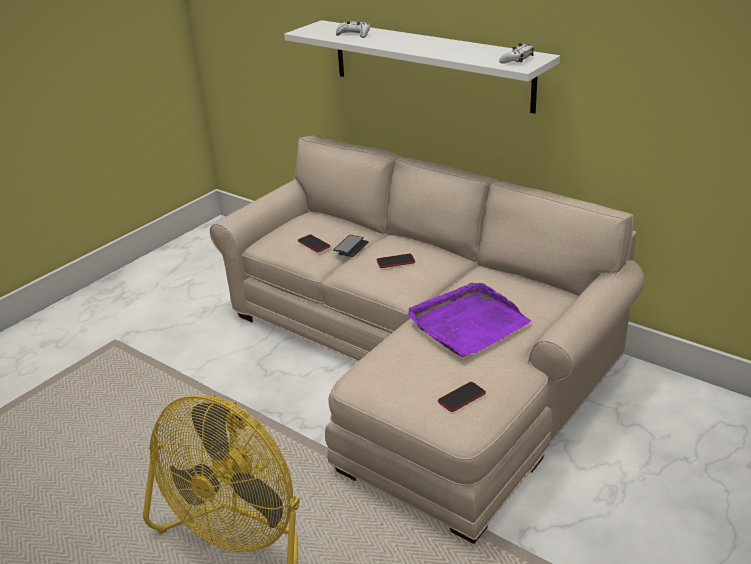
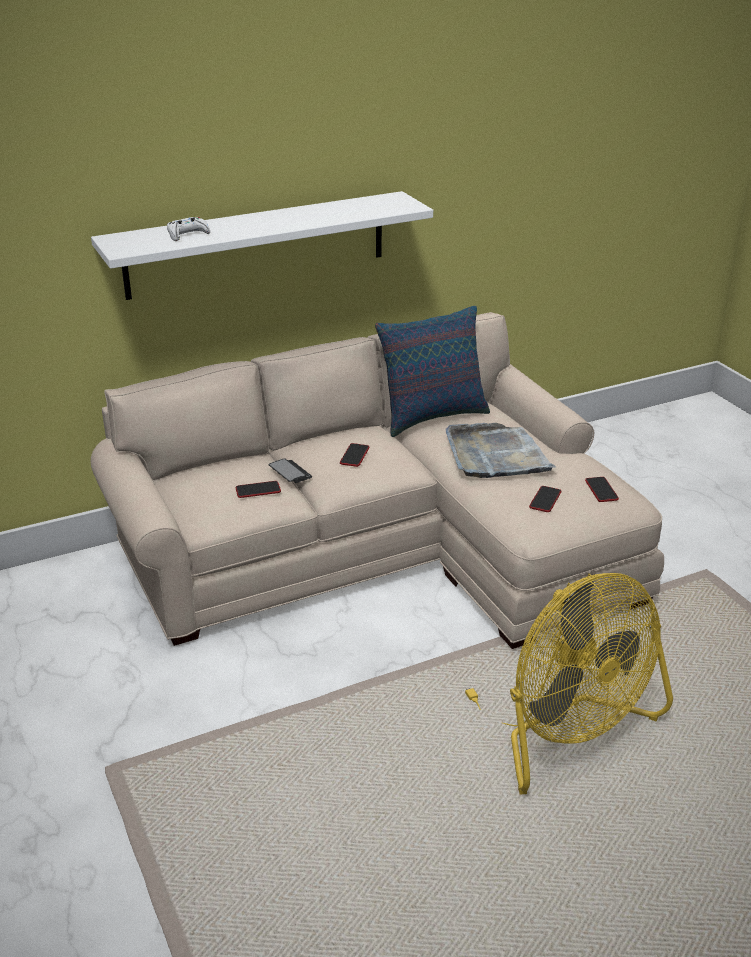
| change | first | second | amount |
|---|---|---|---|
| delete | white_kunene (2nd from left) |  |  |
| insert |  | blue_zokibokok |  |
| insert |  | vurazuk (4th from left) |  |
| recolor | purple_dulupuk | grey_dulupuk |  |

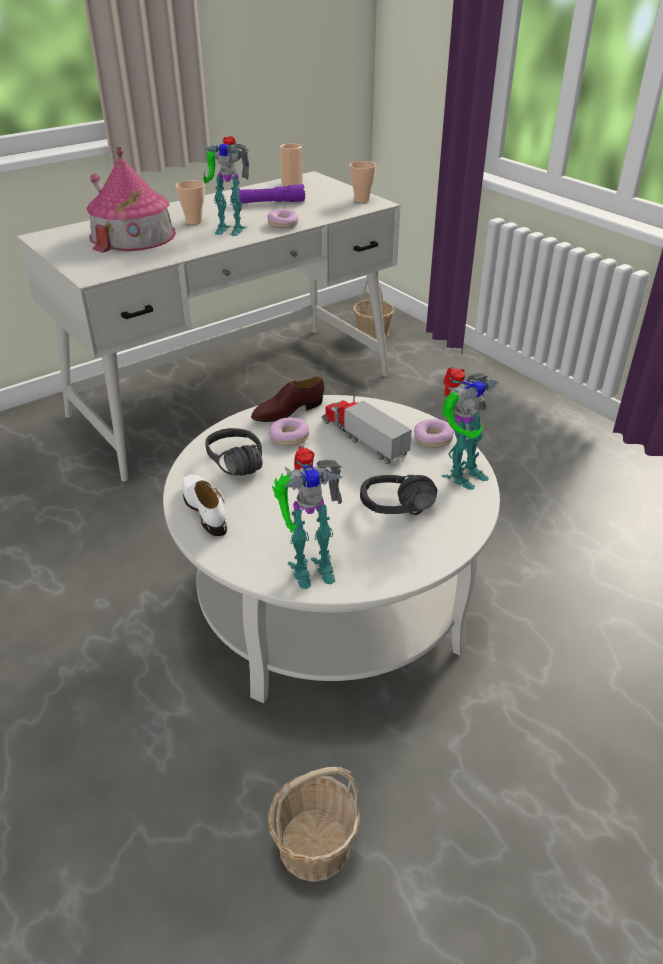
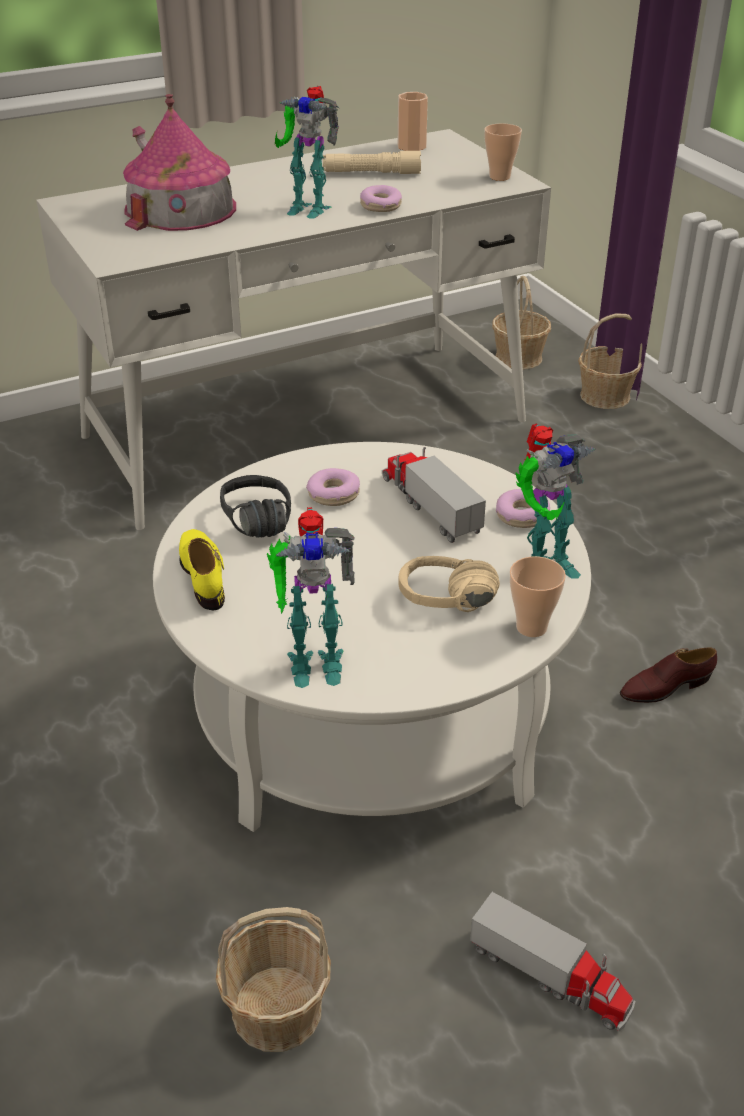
| change | first | second | amount |
|---|---|---|---|
| insert |  | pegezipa (2nd from left) |  |
| insert |  | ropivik (3rd from left) |  |
| move | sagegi (1st from left in the first image) | sagegi (3rd from left) |  |
| move | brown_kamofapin |  |  |
| recolor | white_kamofapin | yellow_kamofapin |  |
| recolor | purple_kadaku | beige_kadaku |  |
| recolor | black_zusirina (2nd from left) | beige_zusirina |  |

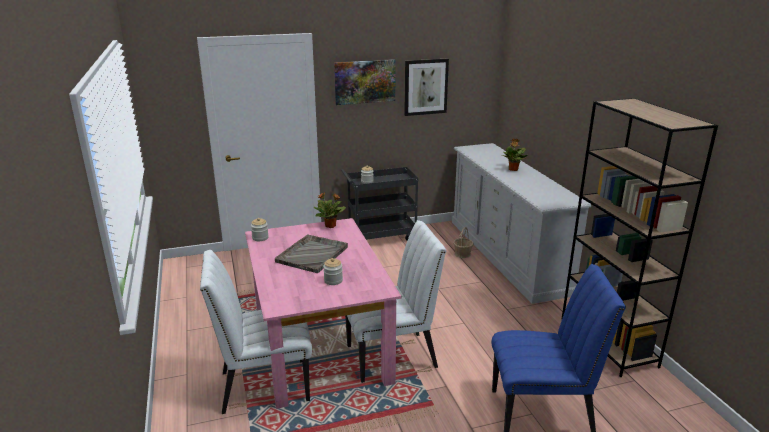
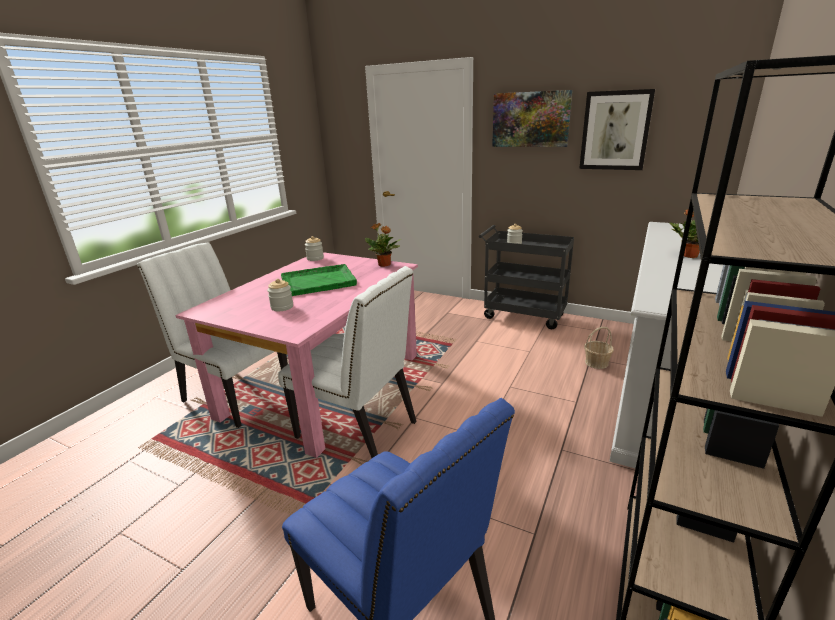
| change | first | second | amount |
|---|---|---|---|
| recolor | grey_dulupuk | green_dulupuk |  |

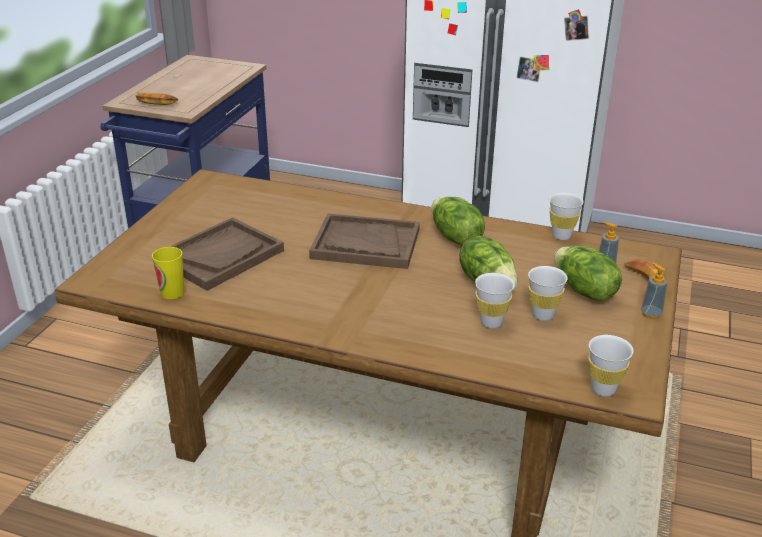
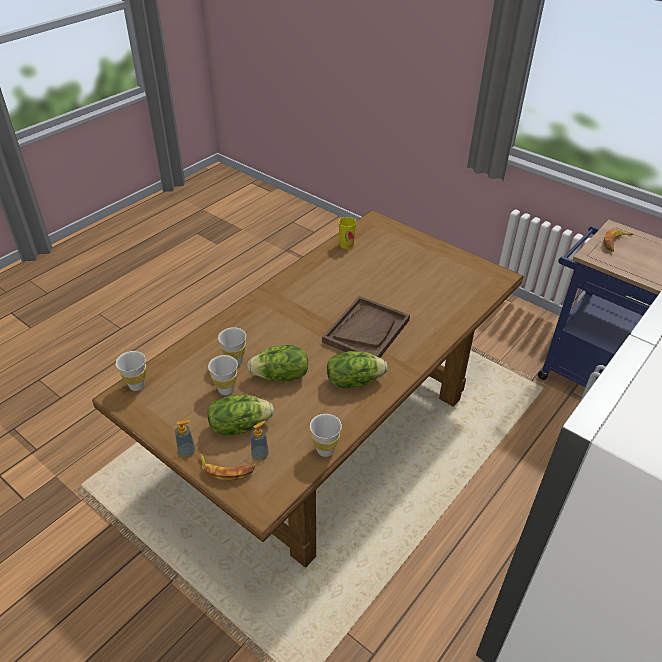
| change | first | second | amount |
|---|---|---|---|
| delete | brown_dulupuk (1st from left) |  |  |

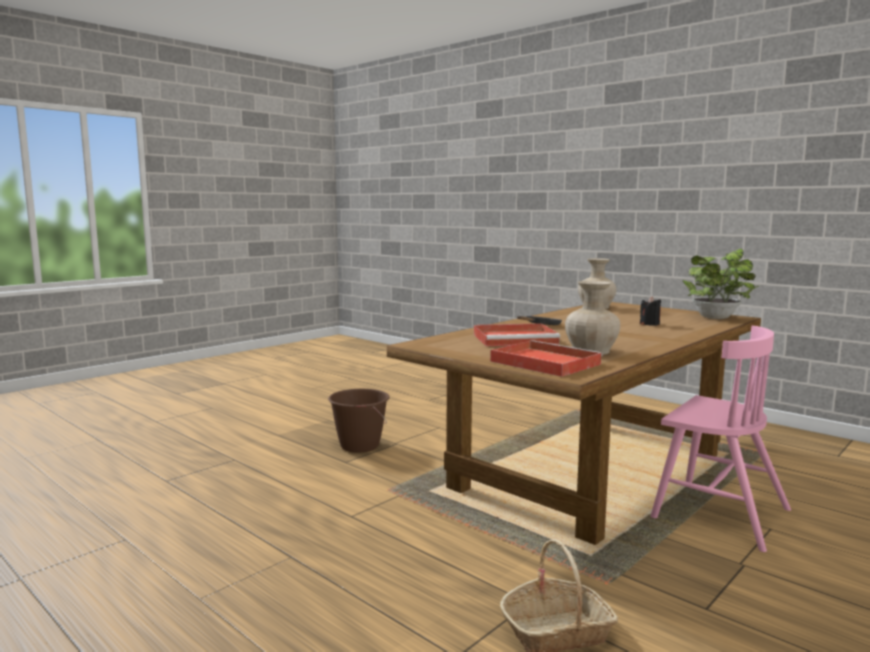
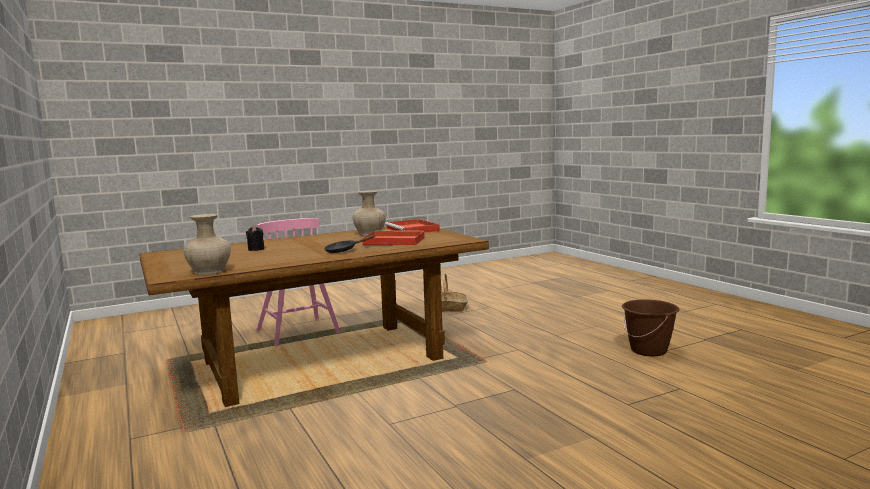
| change | first | second | amount |
|---|---|---|---|
| delete | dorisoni |  |  |
| move | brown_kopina |  |  |

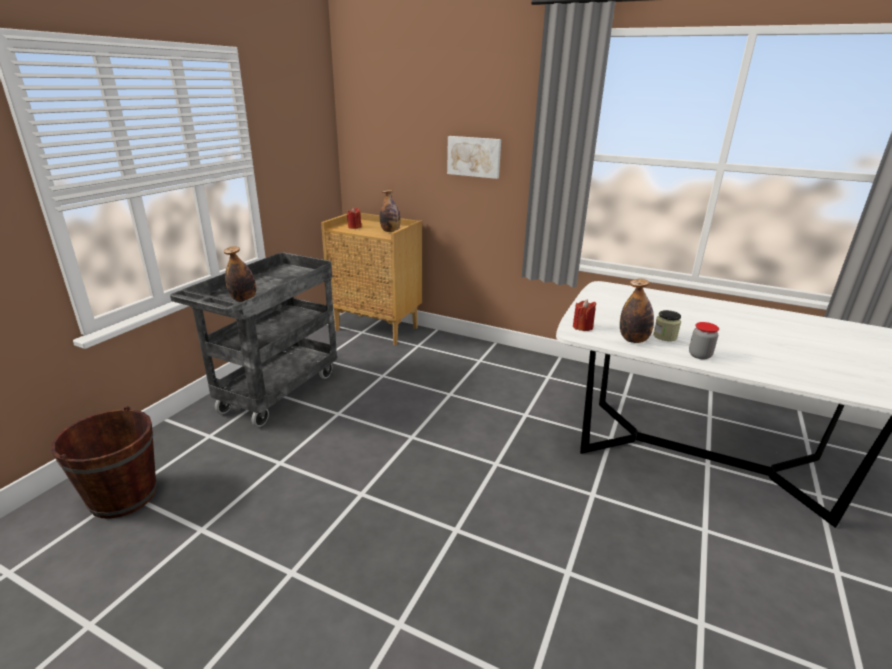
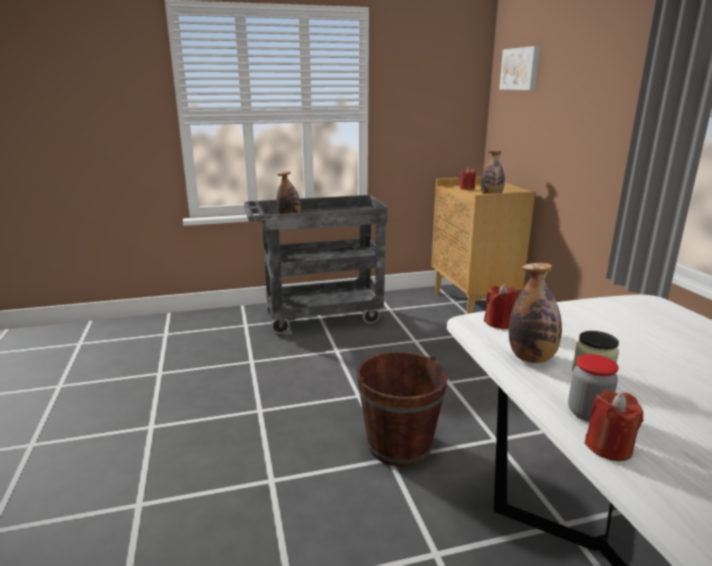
| change | first | second | amount |
|---|---|---|---|
| insert |  | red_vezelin (3rd from left) |  |
| move | brown_kopina |  |  |
| move | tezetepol |  |  |

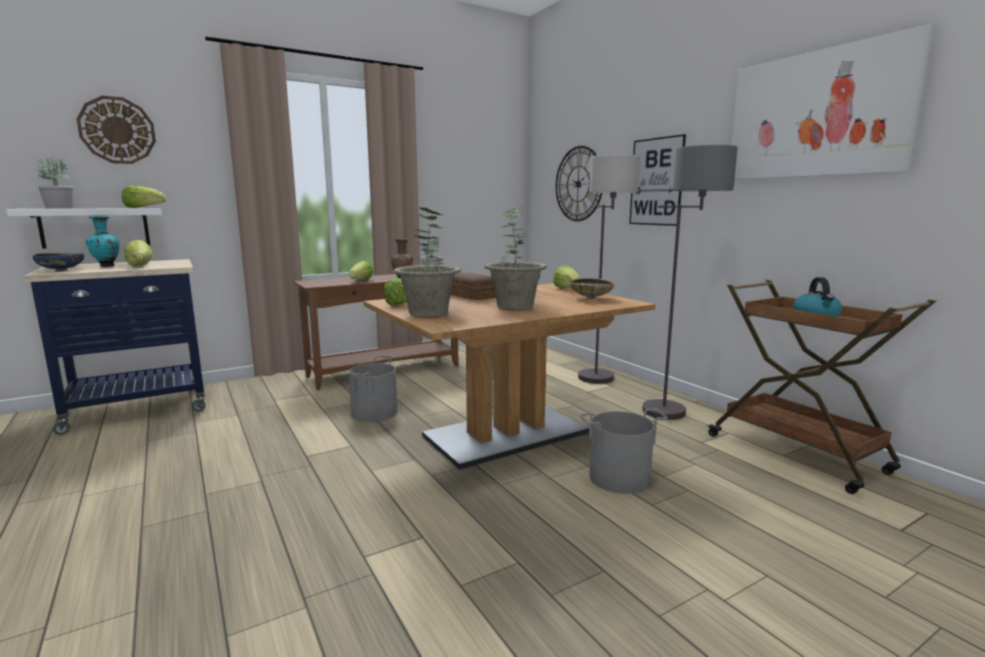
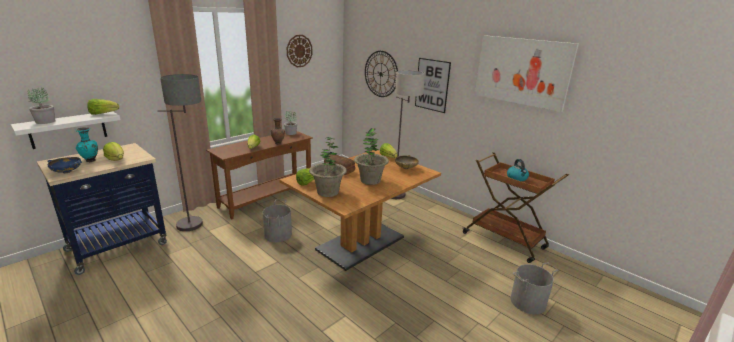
| change | first | second | amount |
|---|---|---|---|
| move | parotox (1st from left) |  |  |
| move | grey_kopina (2nd from left) |  |  |
| move | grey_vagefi (2nd from left in the first image) | grey_vagefi (1st from left) |  |

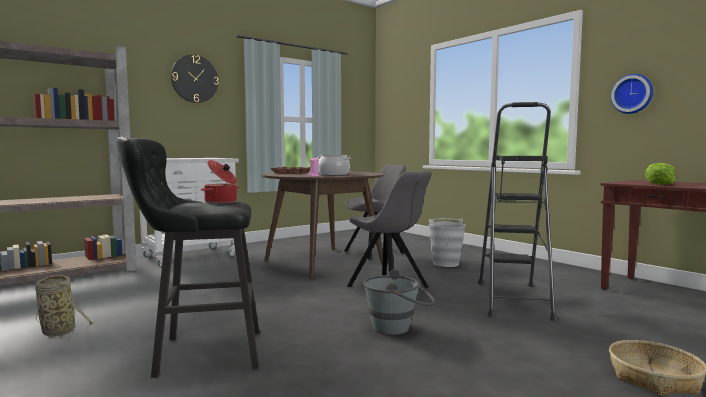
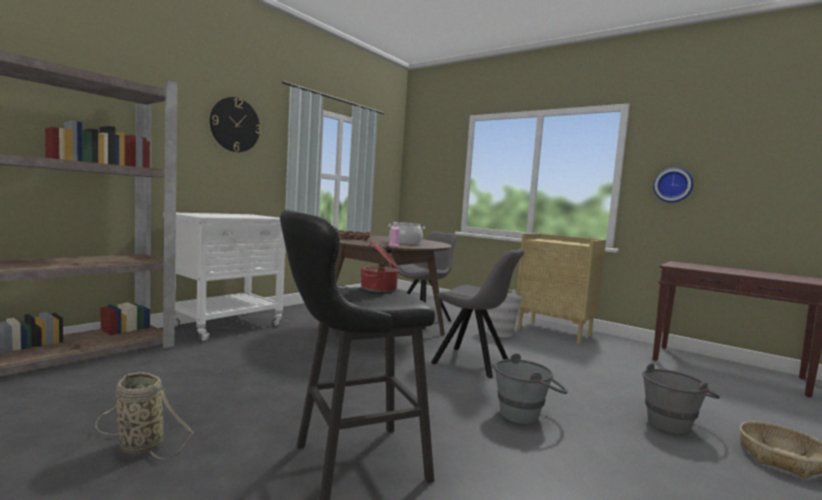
| change | first | second | amount |
|---|---|---|---|
| delete | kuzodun |  |  |
| delete | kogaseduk |  |  |
| insert |  | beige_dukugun |  |
| insert |  | grey_kopina (3rd from left) |  |

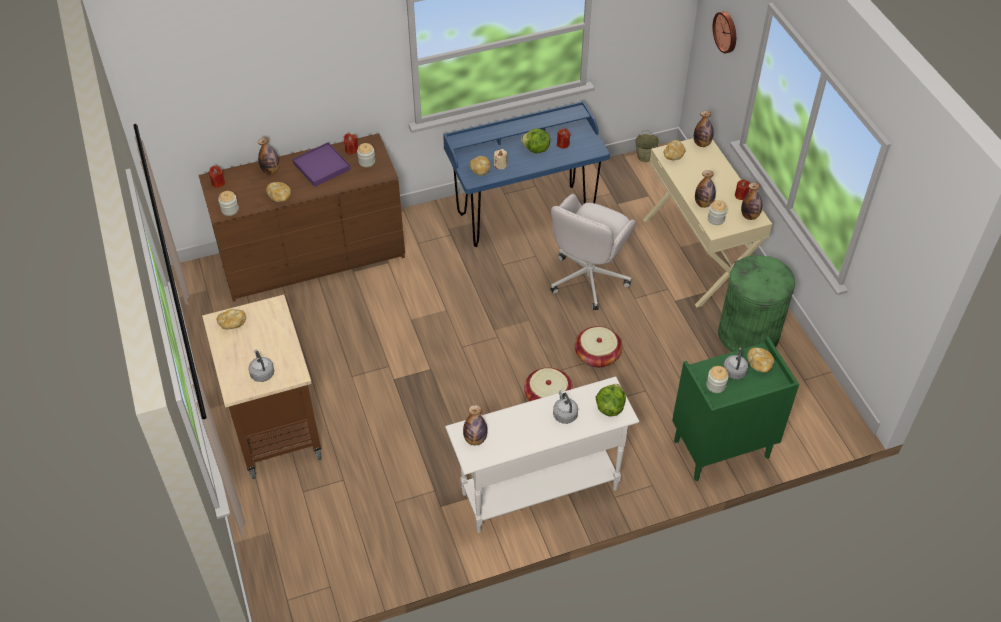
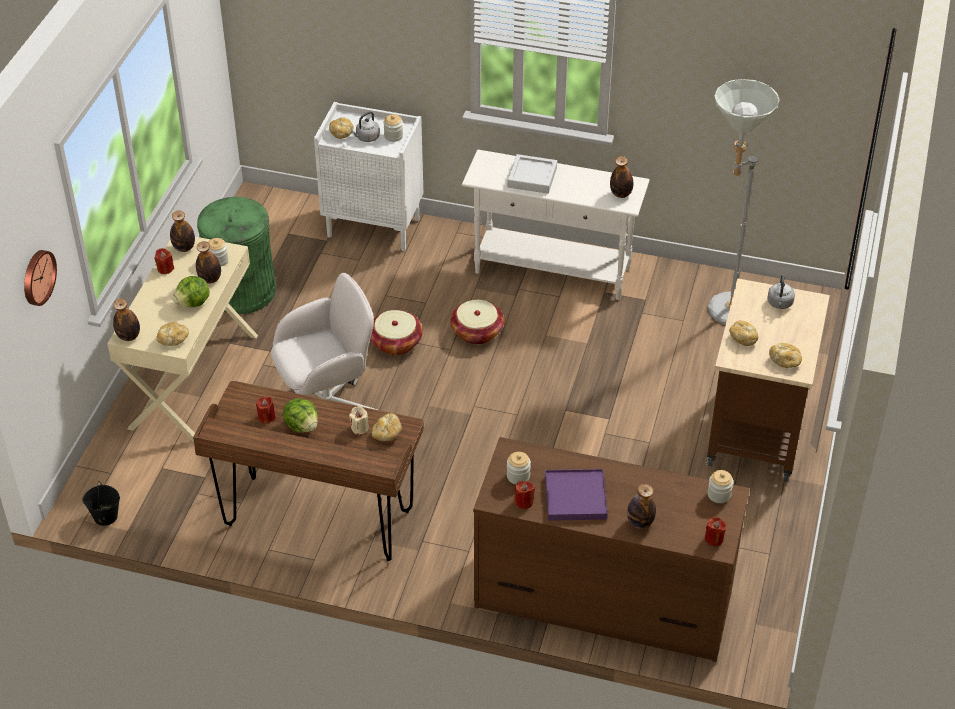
| change | first | second | amount |
|---|---|---|---|
| insert |  | grey_vagefi |  |
| move | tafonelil (2nd from left in the first image) | tafonelil (4th from left) |  |
| move | kogaseduk (2nd from left in the first image) | kogaseduk (1st from left) |  |
| replace | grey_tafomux (2nd from left) | grey_dulupuk |  |
| recolor | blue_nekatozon | brown_nekatozon |  |
| recolor | beige_kopina | black_kopina |  |
| recolor | green_dukugun | white_dukugun |  |

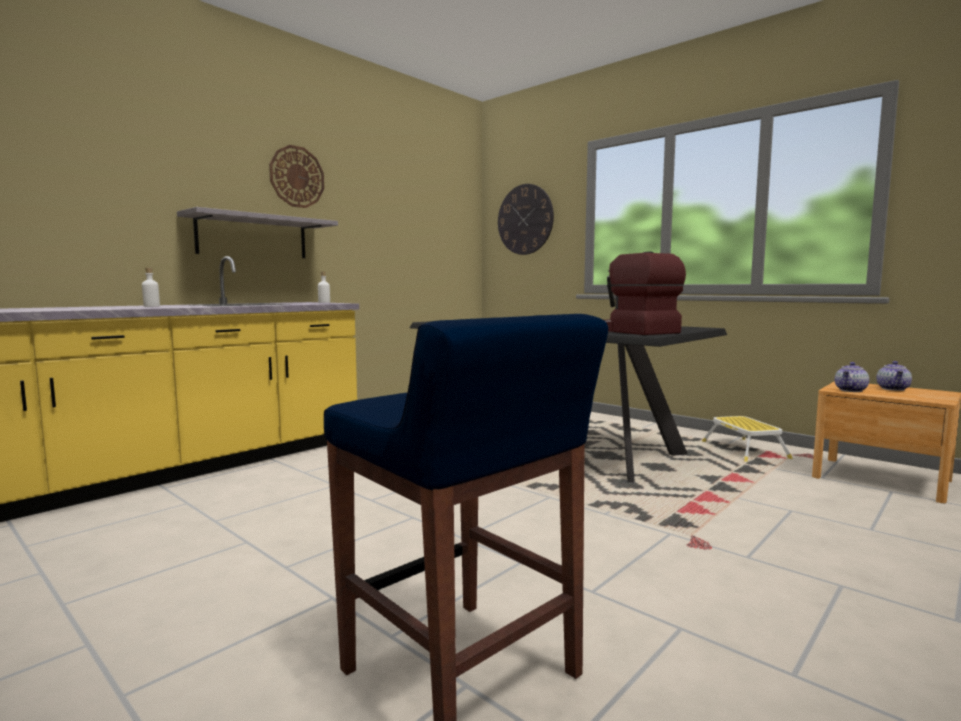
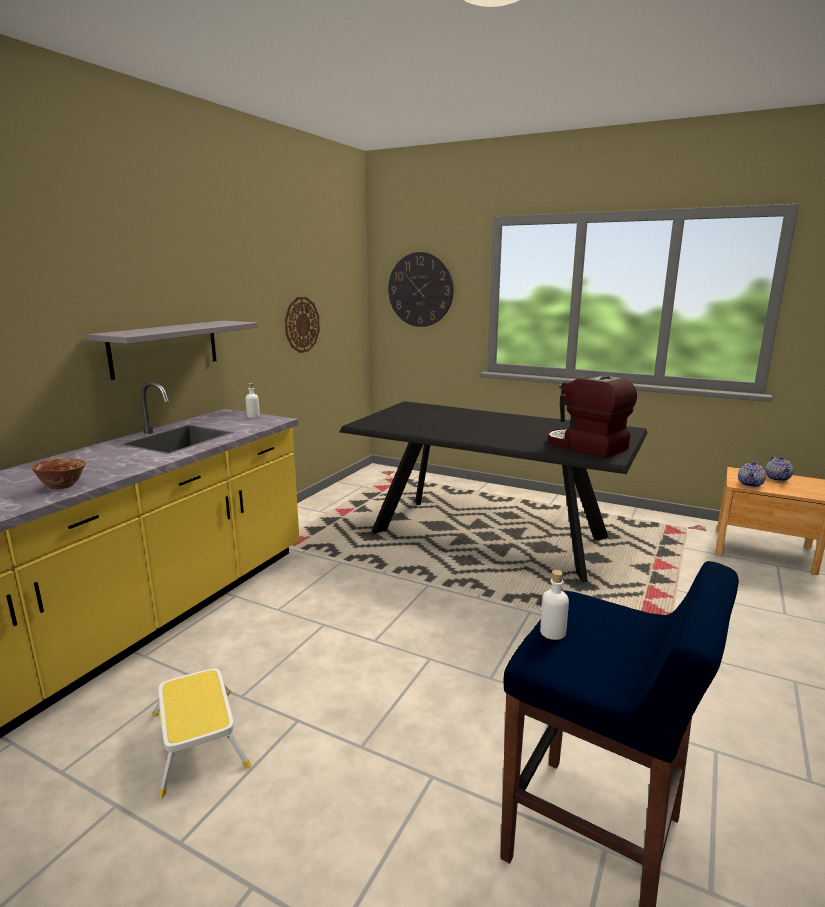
| change | first | second | amount |
|---|---|---|---|
| insert |  | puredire |  |
| move | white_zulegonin (1st from left in the first image) | white_zulegonin (2nd from left) |  |
| move | parotox (1st from left) |  |  |
| move | yellow_kuzodun |  |  |

